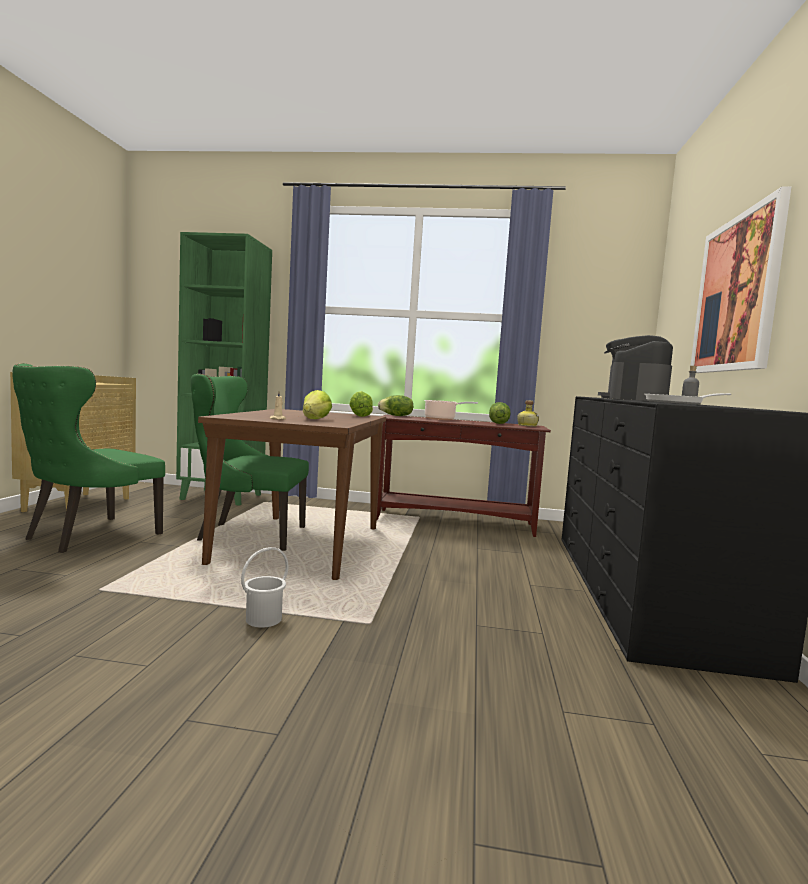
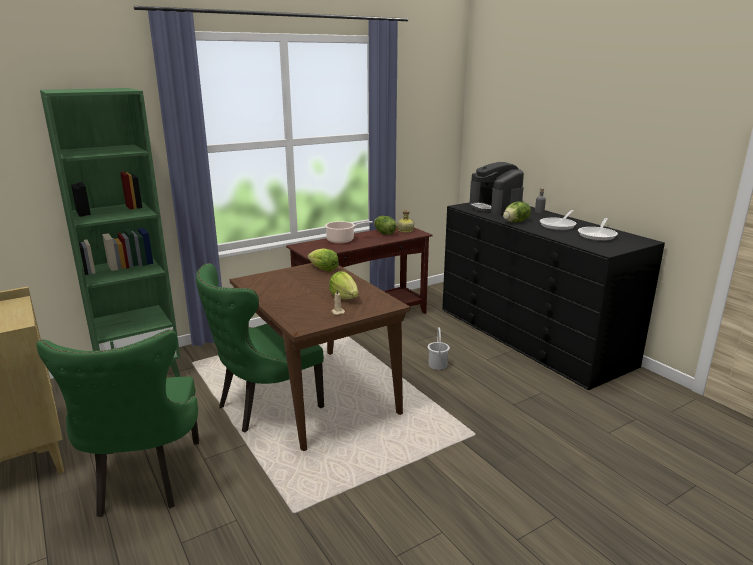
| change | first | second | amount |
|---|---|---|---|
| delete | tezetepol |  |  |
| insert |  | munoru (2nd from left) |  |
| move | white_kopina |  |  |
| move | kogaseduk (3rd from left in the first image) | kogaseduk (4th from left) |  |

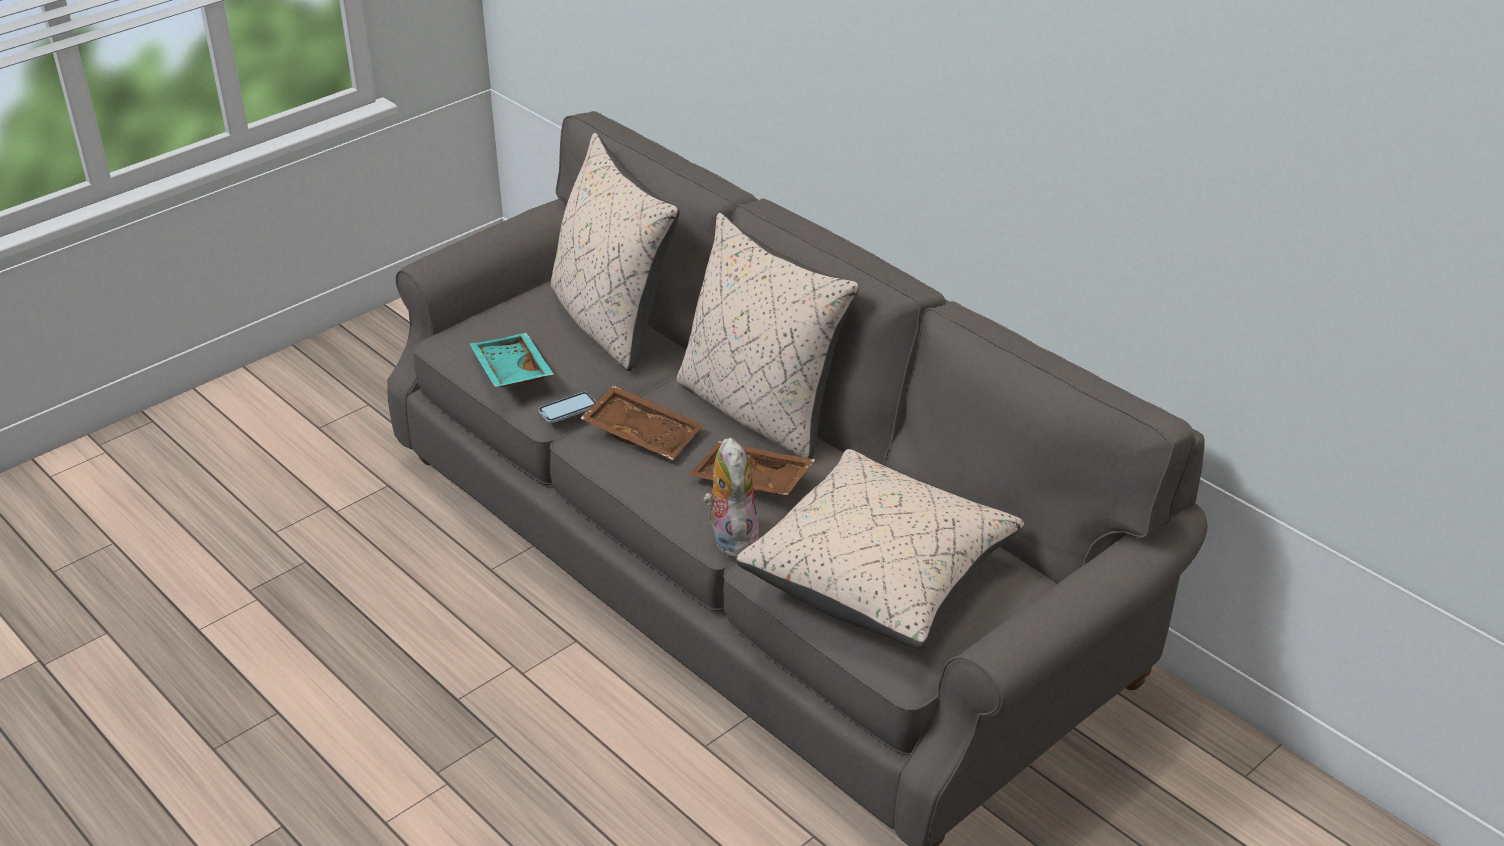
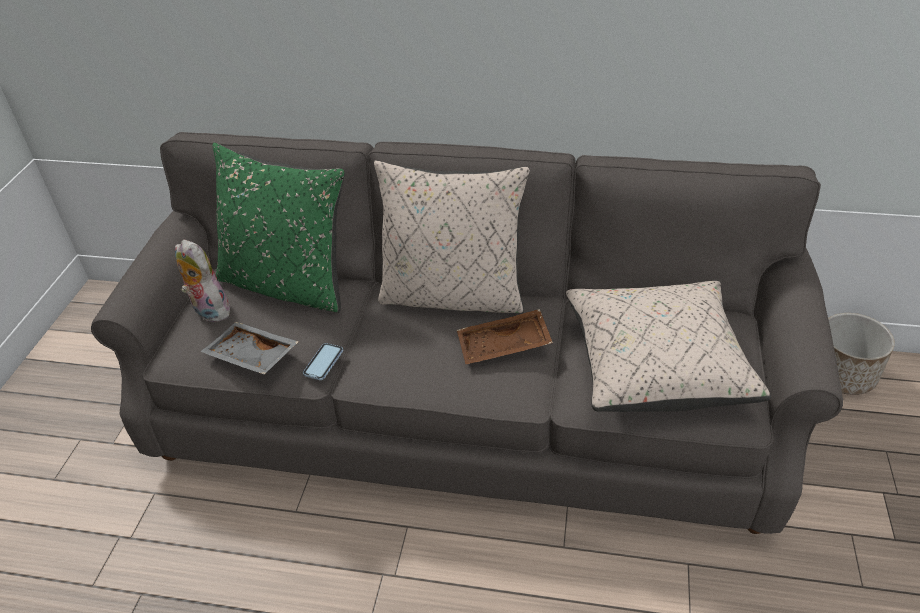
| change | first | second | amount |
|---|---|---|---|
| delete | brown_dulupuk (1st from left) |  |  |
| insert |  | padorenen |  |
| move | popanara |  |  |
| recolor | turquoise_dulupuk | grey_dulupuk |  |
| recolor | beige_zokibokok (1st from left) | green_zokibokok |  |

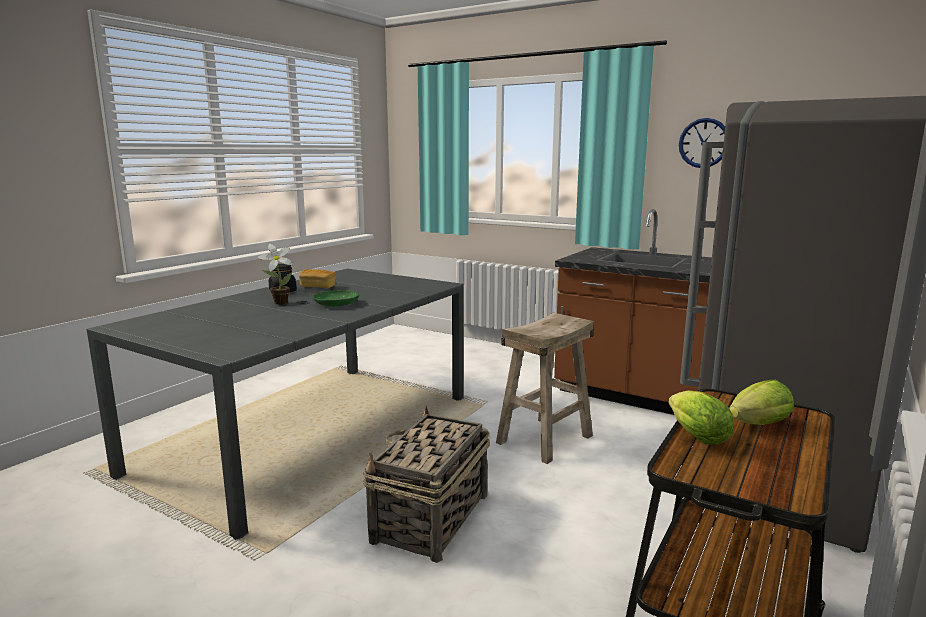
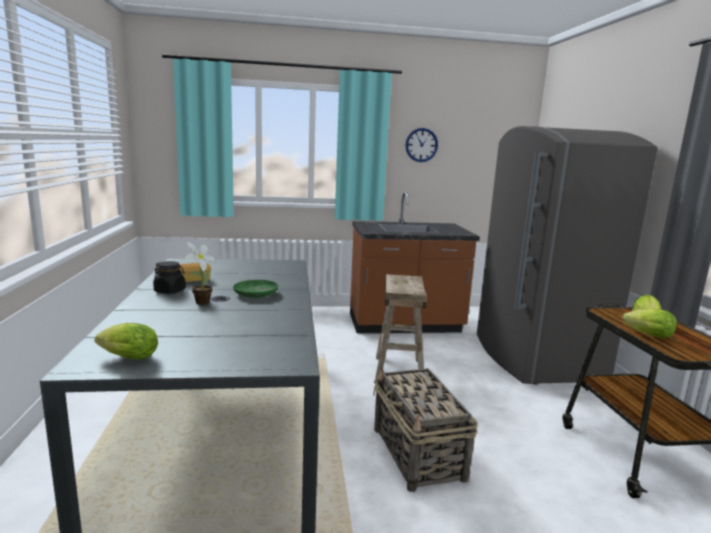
| change | first | second | amount |
|---|---|---|---|
| insert |  | kogaseduk (1st from left) |  |

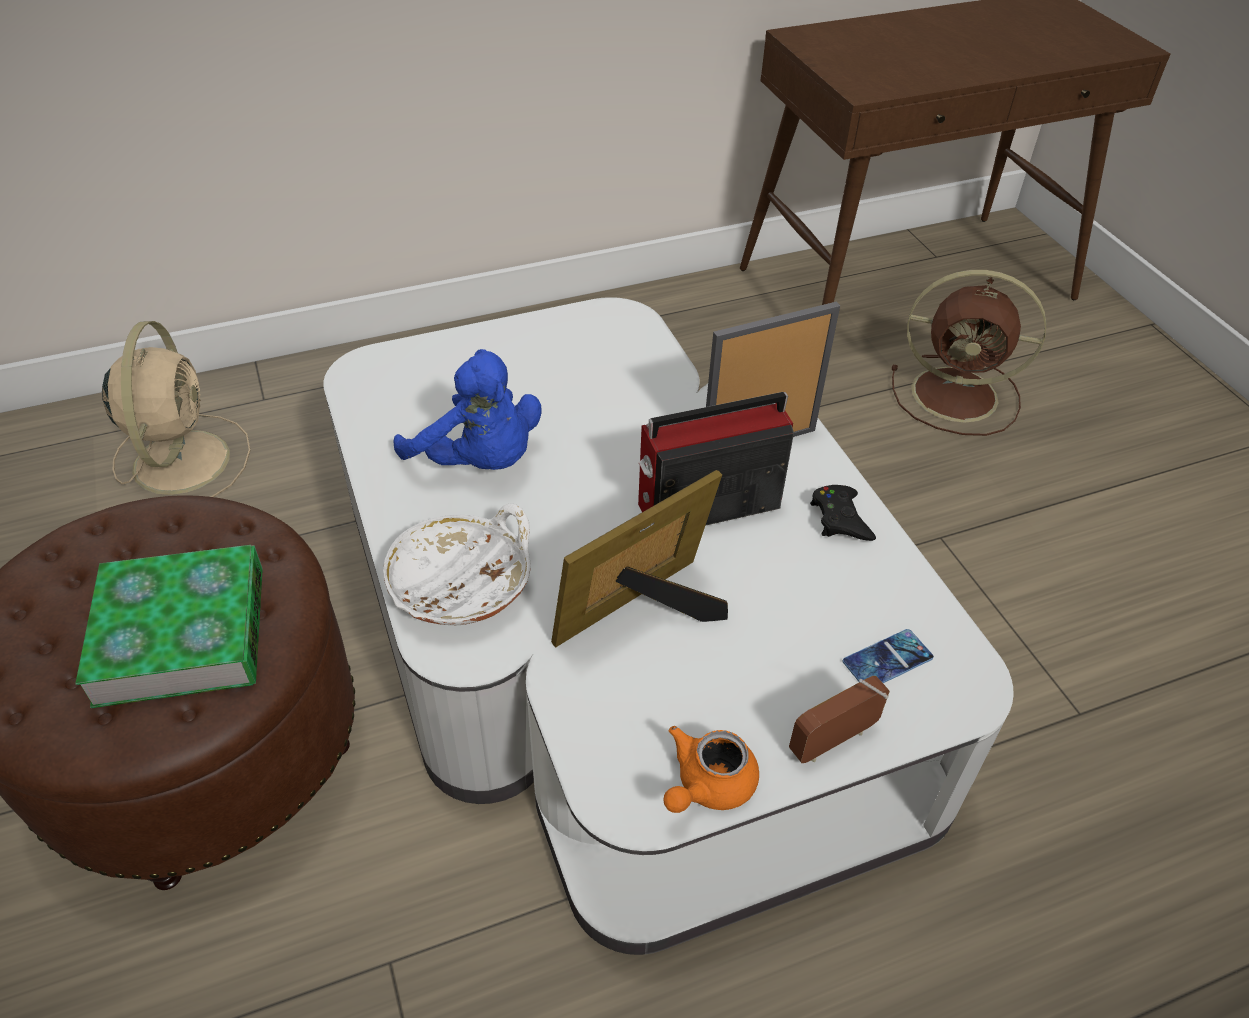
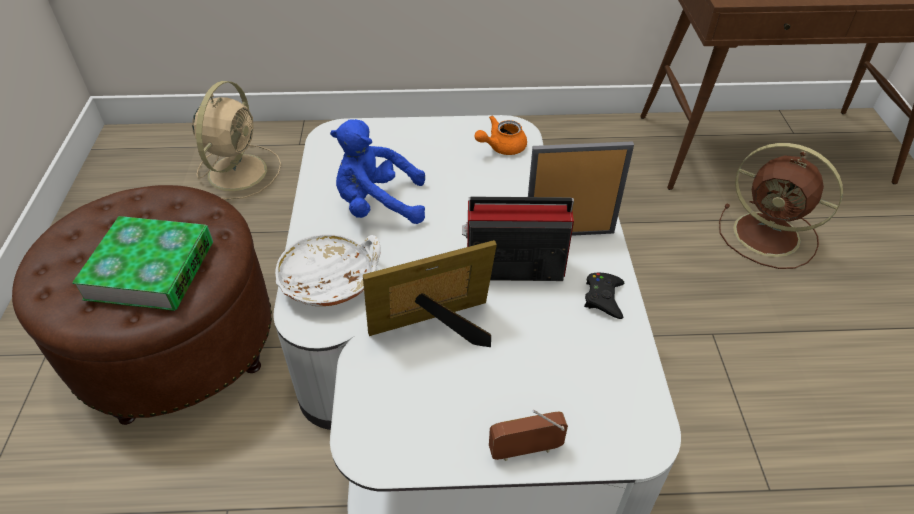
| change | first | second | amount |
|---|---|---|---|
| delete | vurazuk |  |  |
| move | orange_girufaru |  |  |
| rotate | blue_popanara |  | 120 degrees clockwise |

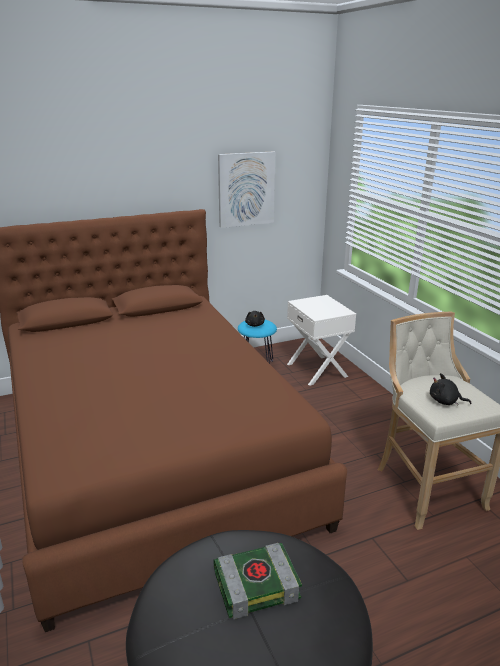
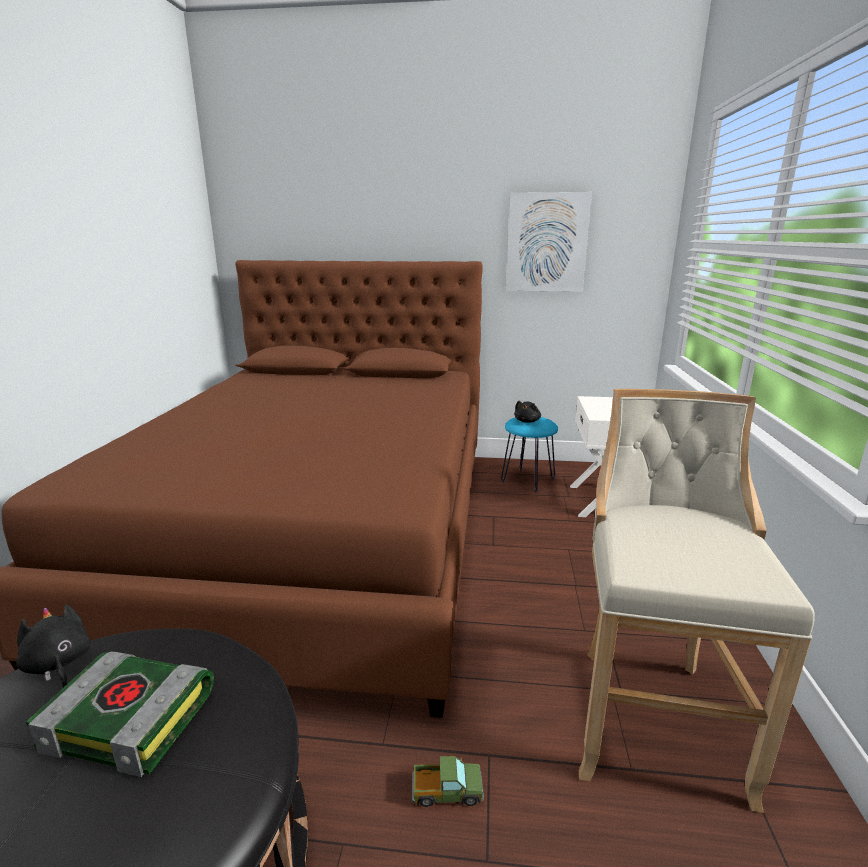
| change | first | second | amount |
|---|---|---|---|
| insert |  | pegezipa |  |
| move | black_popanara (2nd from left in the first image) | black_popanara (1st from left) |  |

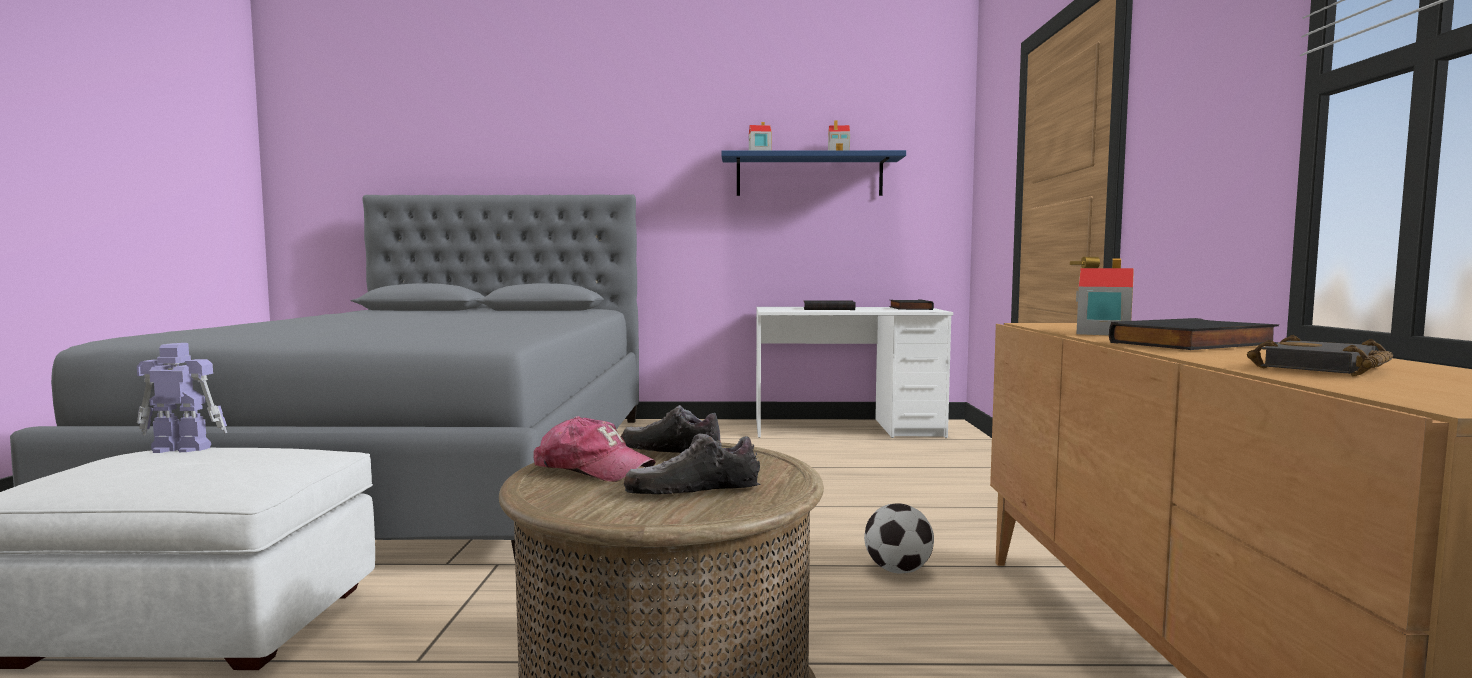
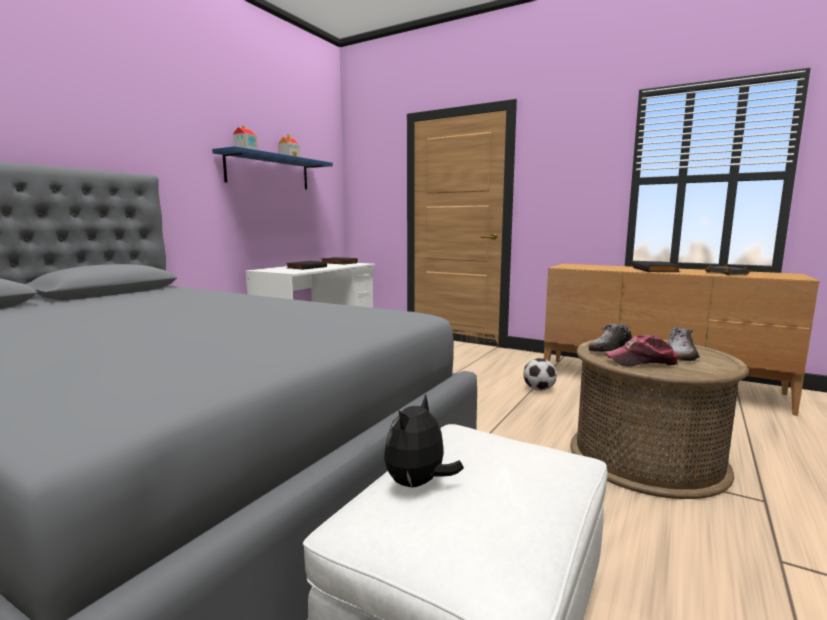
| change | first | second | amount |
|---|---|---|---|
| delete | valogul (3rd from left) |  |  |
| replace | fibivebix | popanara |  |
| rotate | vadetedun |  | 150 degrees counterclockwise |

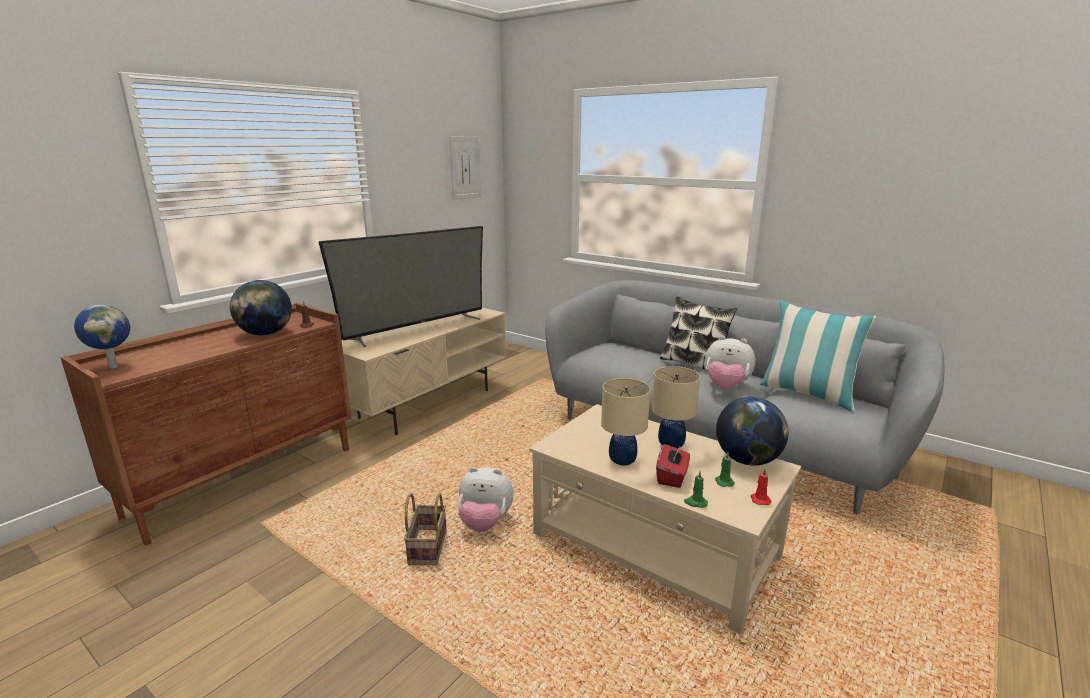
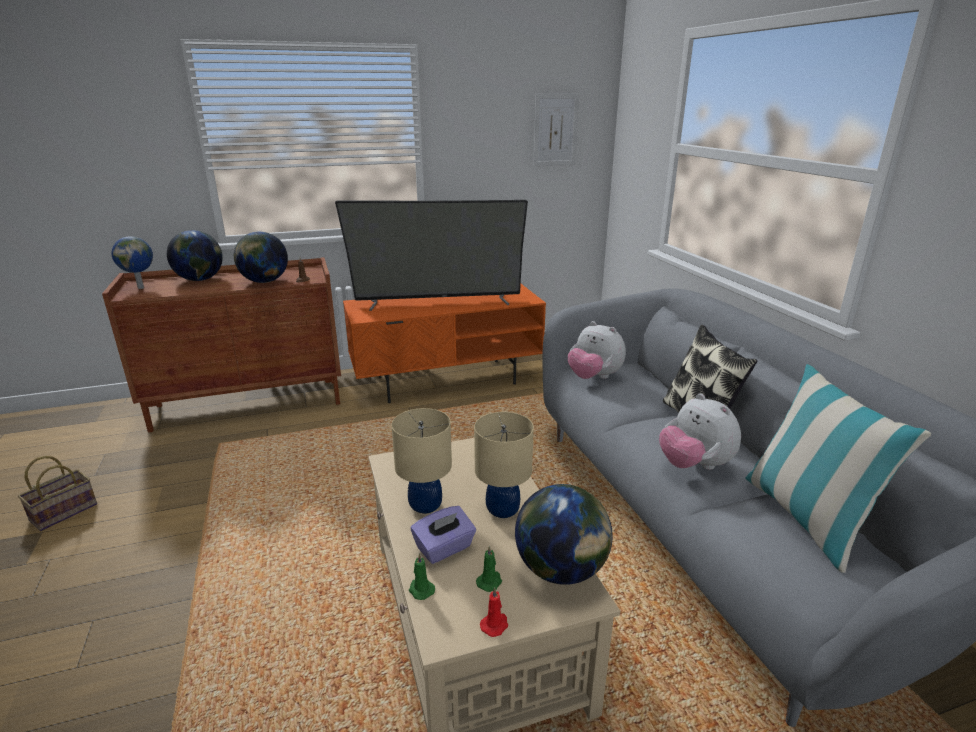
| change | first | second | amount |
|---|---|---|---|
| insert |  | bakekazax (2nd from left) |  |
| move | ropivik |  |  |
| move | popanara (1st from left) |  |  |
| recolor | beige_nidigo | orange_nidigo |  |
| recolor | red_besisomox | purple_besisomox |  |

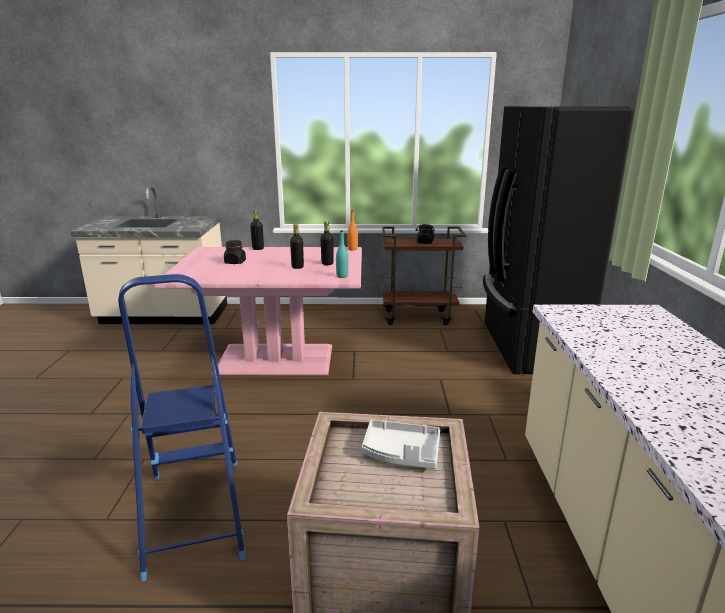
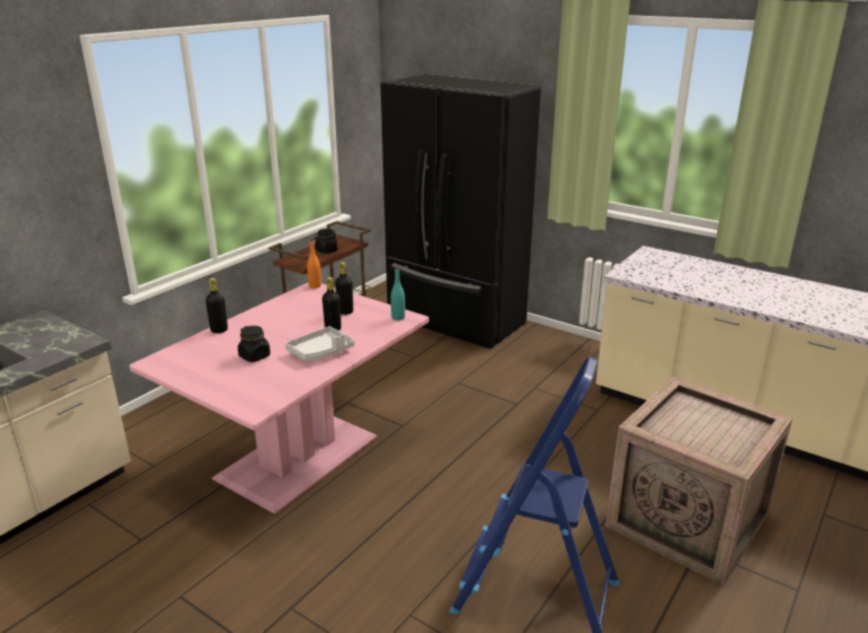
| change | first | second | amount |
|---|---|---|---|
| move | grey_dulupuk |  |  |

